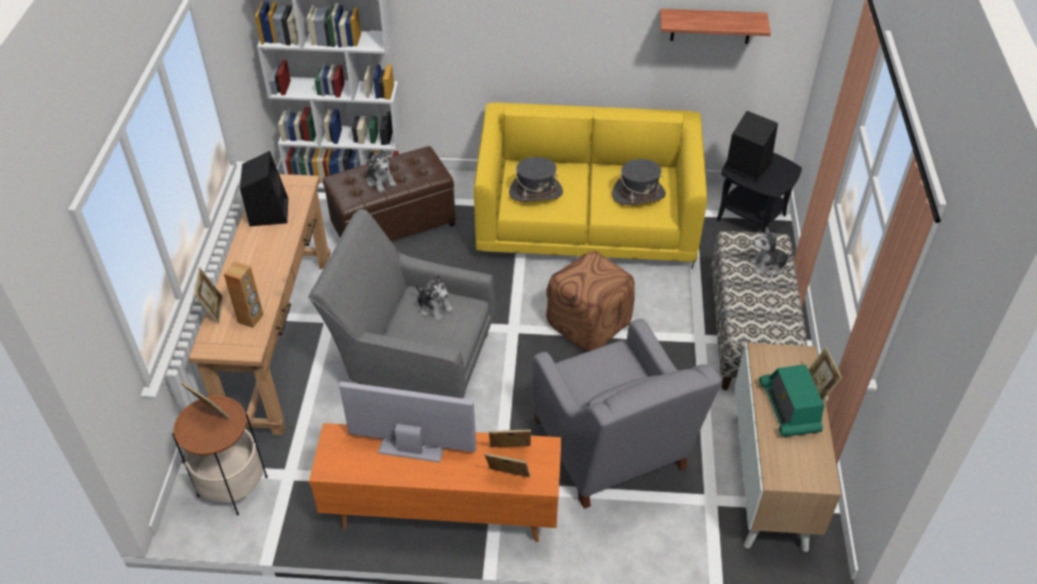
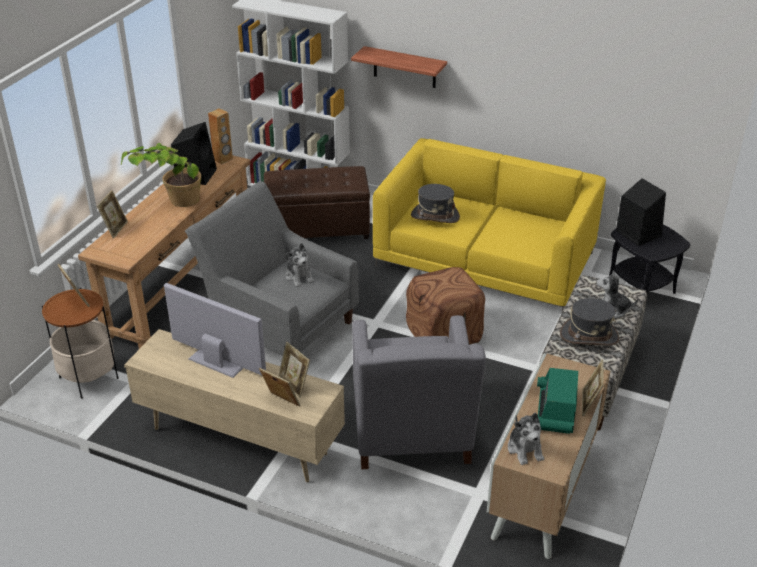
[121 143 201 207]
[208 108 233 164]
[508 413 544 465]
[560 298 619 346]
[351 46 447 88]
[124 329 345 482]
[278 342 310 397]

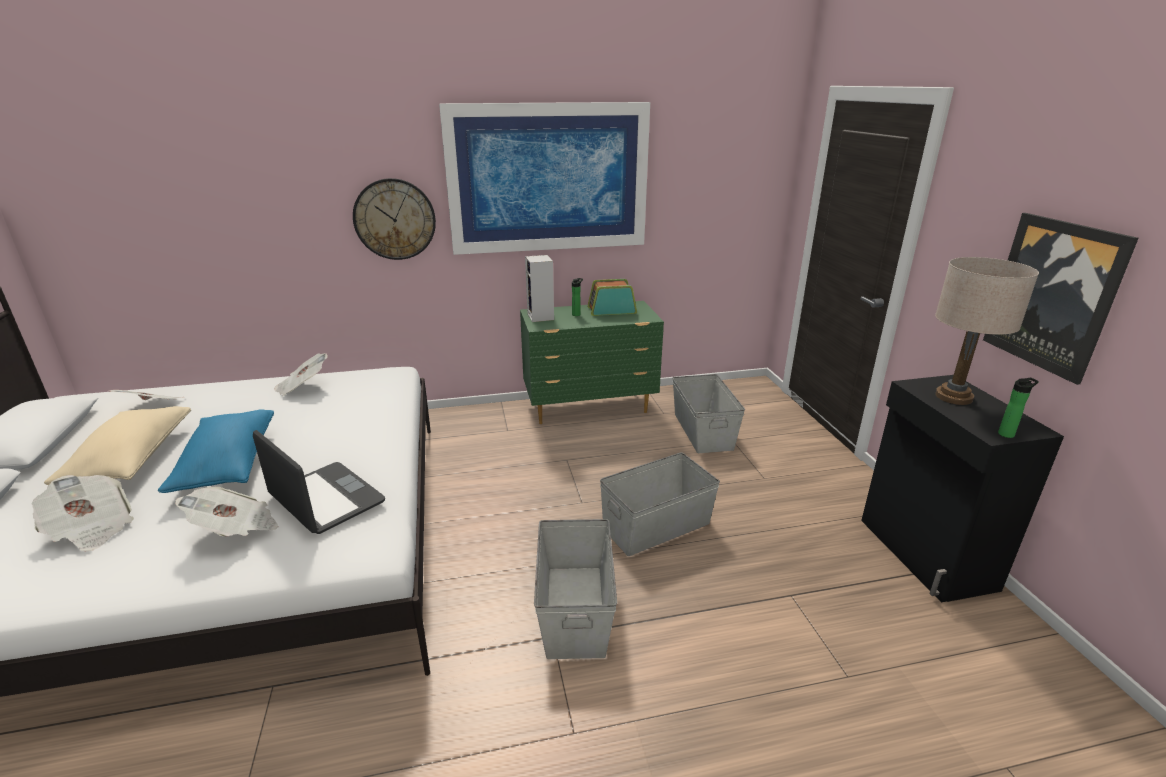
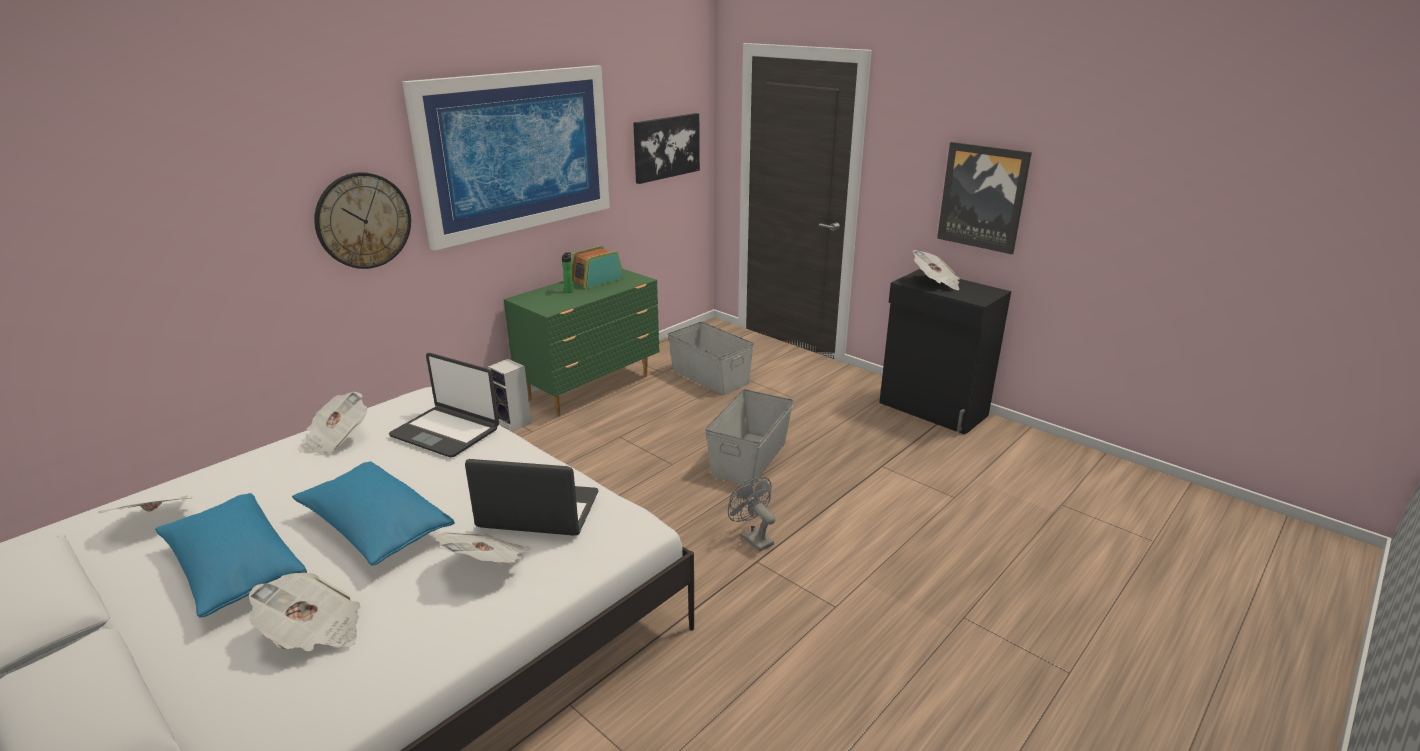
[998 377 1039 438] (first image)
[389 353 499 457]
[633 113 700 184]
[488 359 531 432]
[728 477 775 552]
[913 250 960 290]
[155 493 307 617]

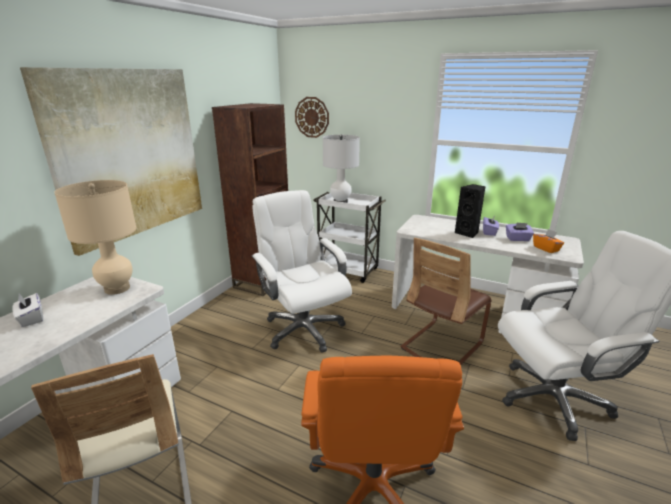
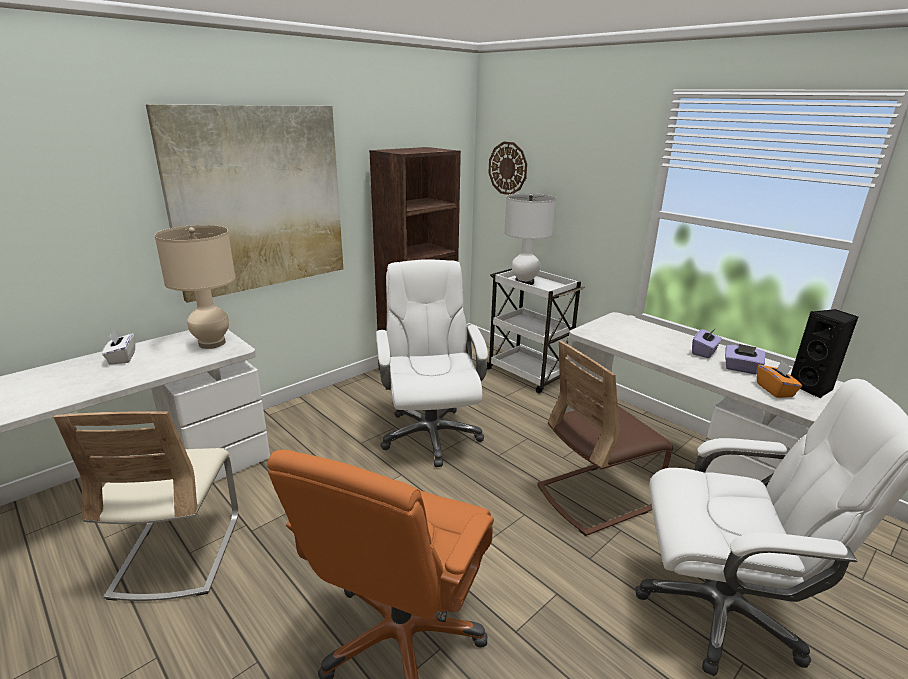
[791 309 858 398]

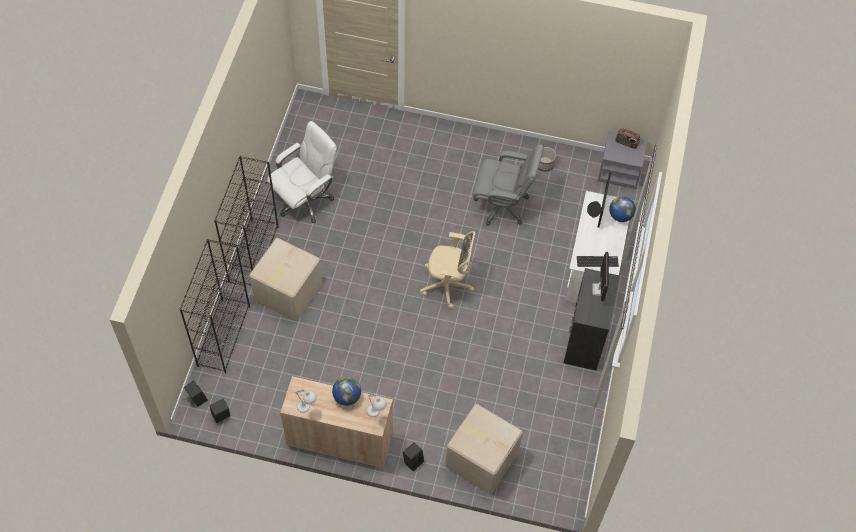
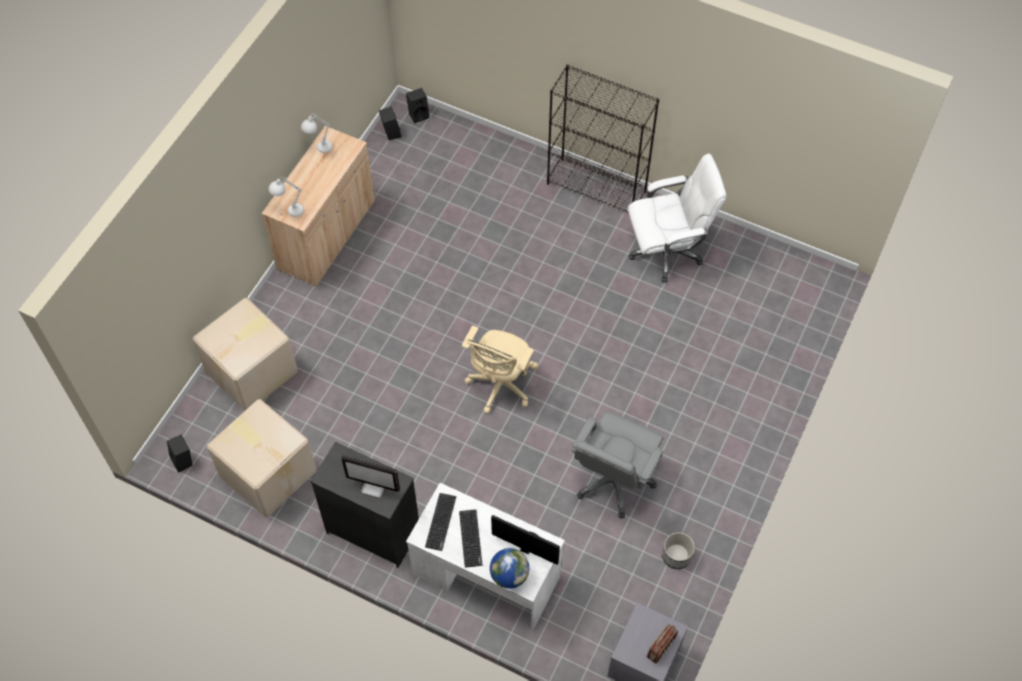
[179 239 250 374] (first image)
[332 377 361 406] (first image)
[459 509 482 568]
[207 399 316 517]
[167 435 193 473]
[628 154 726 283]

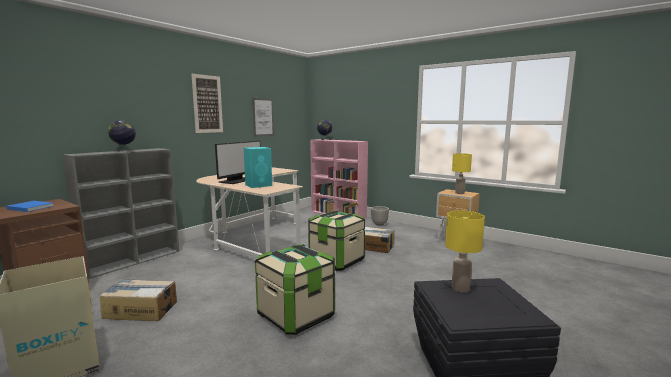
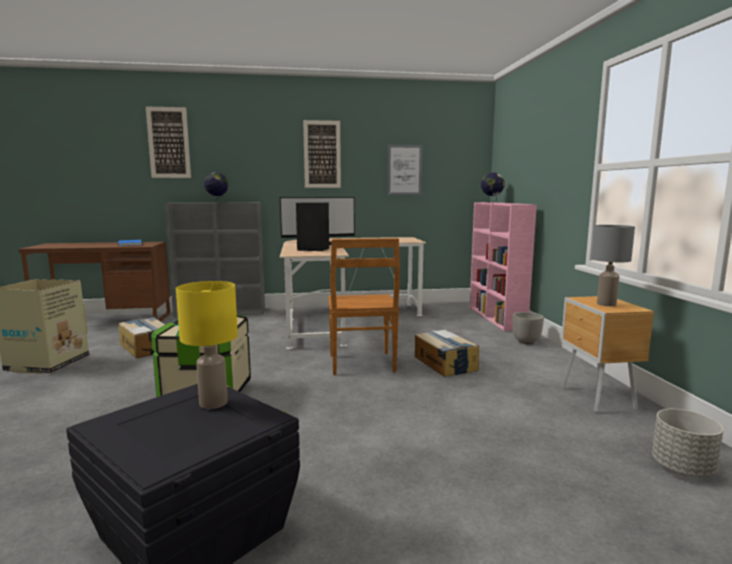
[146 106 191 178]
[652 409 724 477]
[328 238 400 375]
[296 202 329 251]
[591 225 635 306]

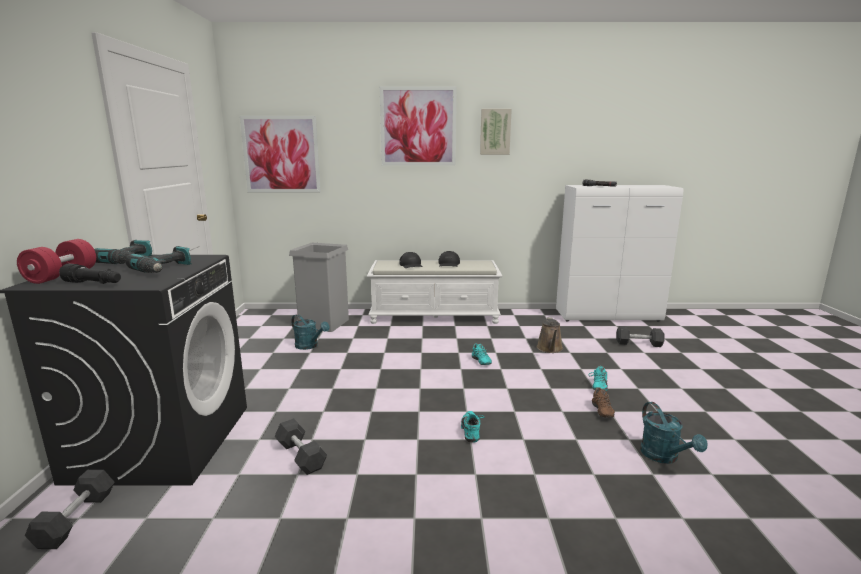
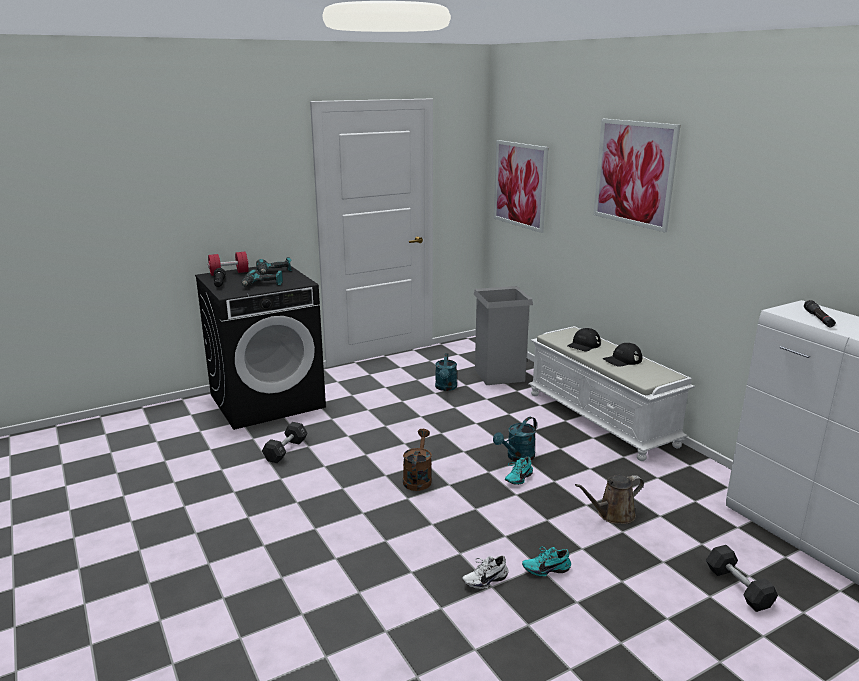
[25 470 115 549] (first image)
[461 411 484 443] (first image)
[480 109 512 155] (first image)
[403 429 432 491]
[493 417 537 462]
[462 555 508 589]

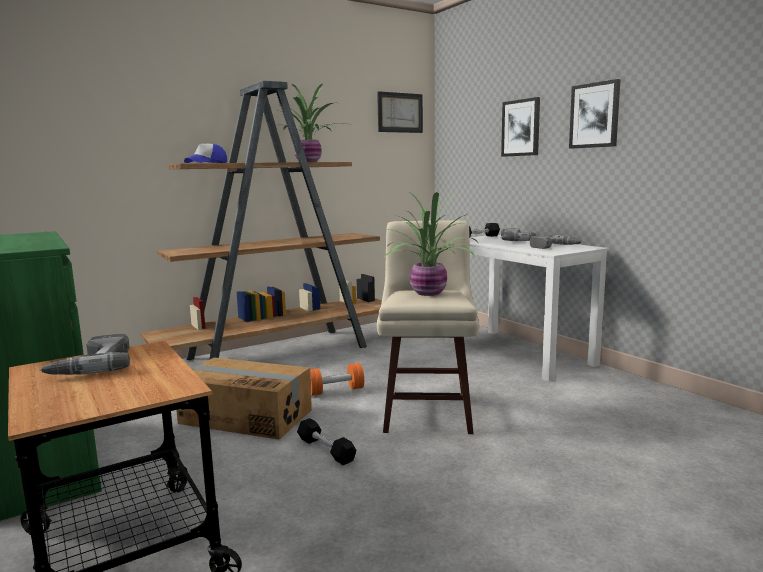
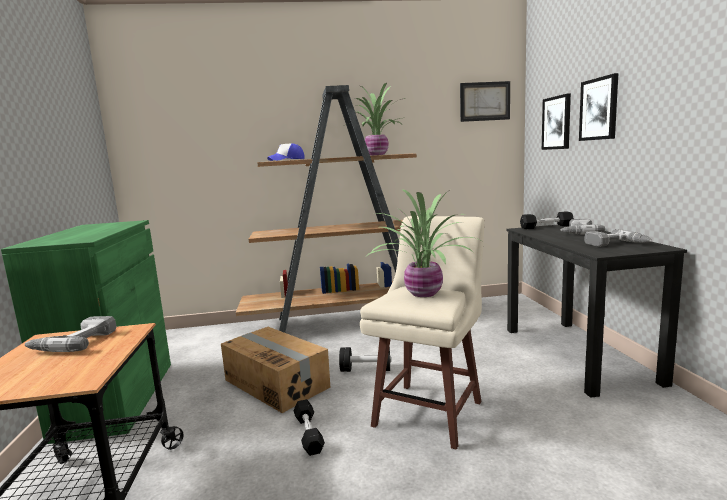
[542 93 571 150]
[339 347 391 372]
[507 225 687 398]

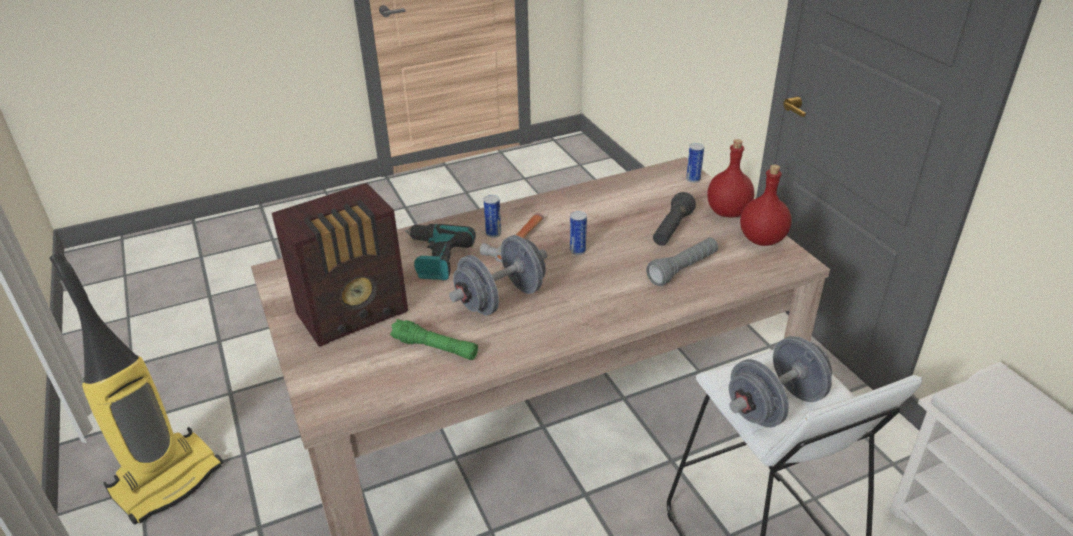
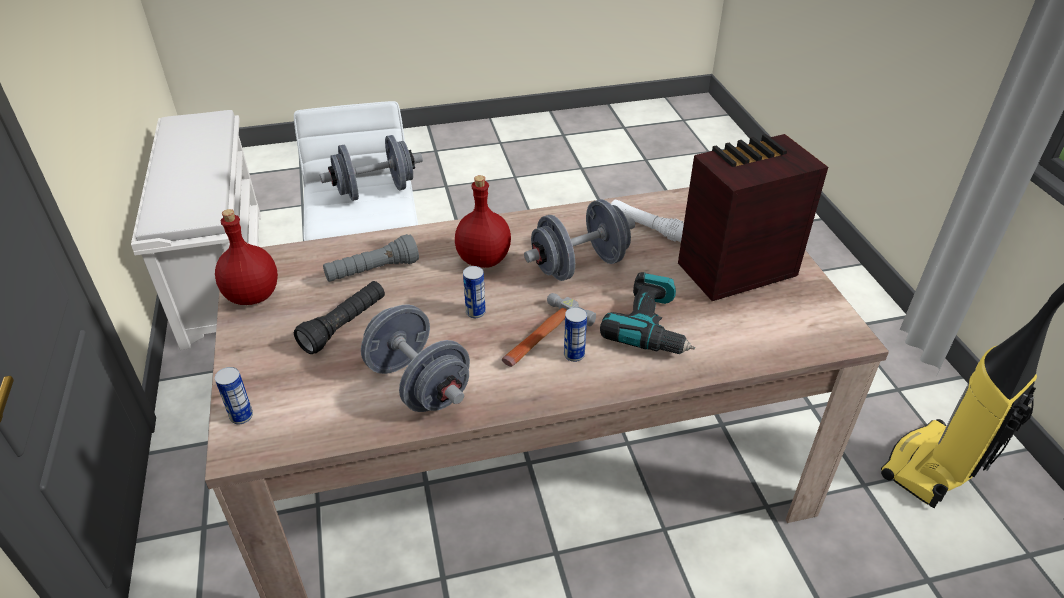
[361 304 470 412]
[455 175 511 268]
[611 199 684 242]

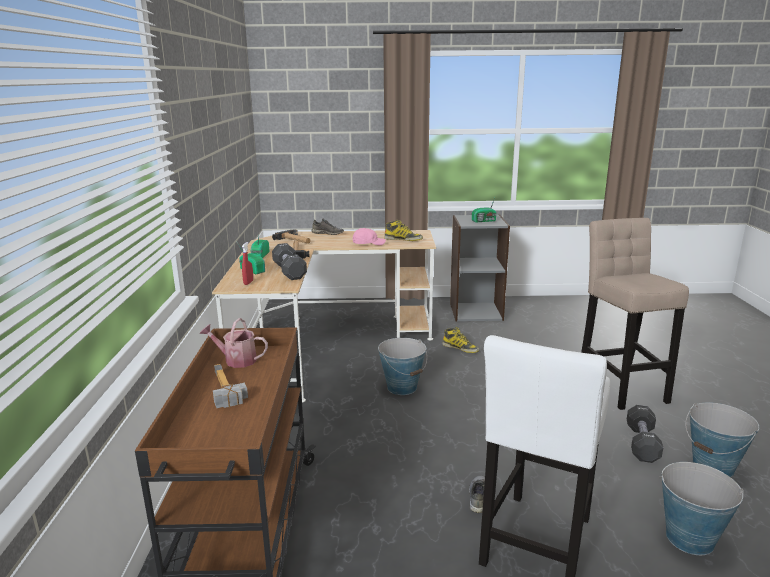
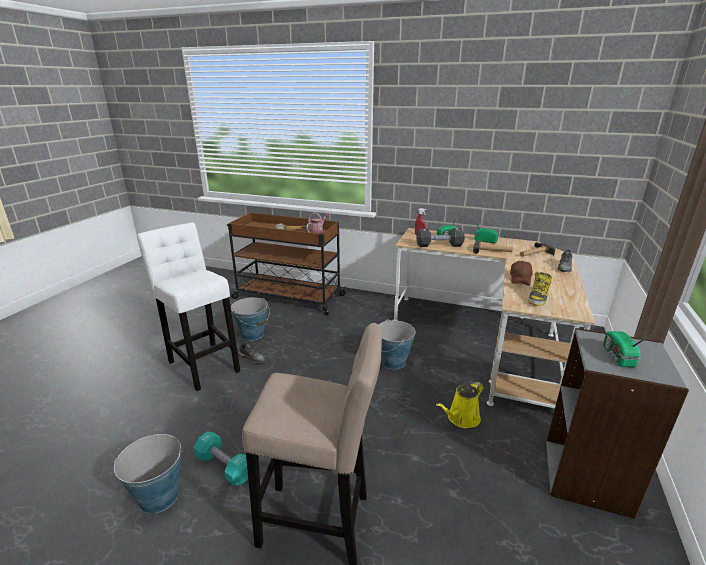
[231 297 270 341]
[436 382 484 428]
[510 261 533 285]
[193 432 248 485]

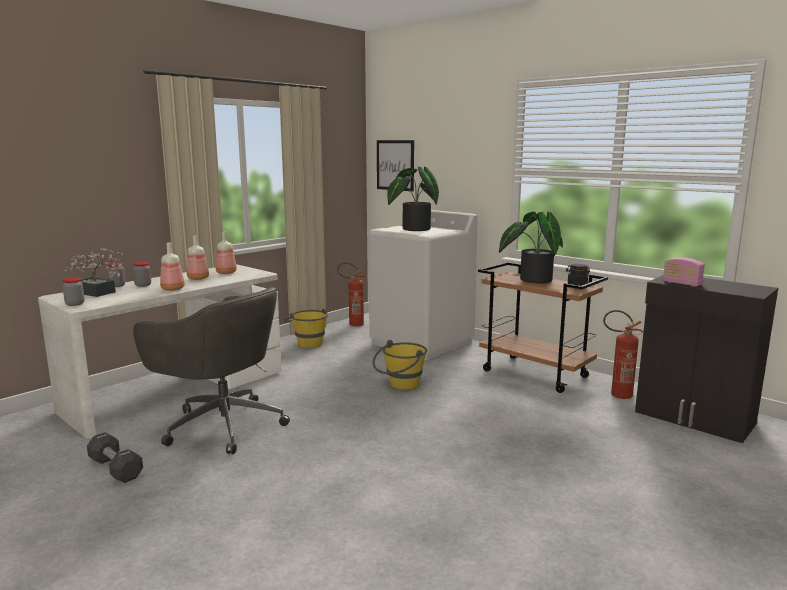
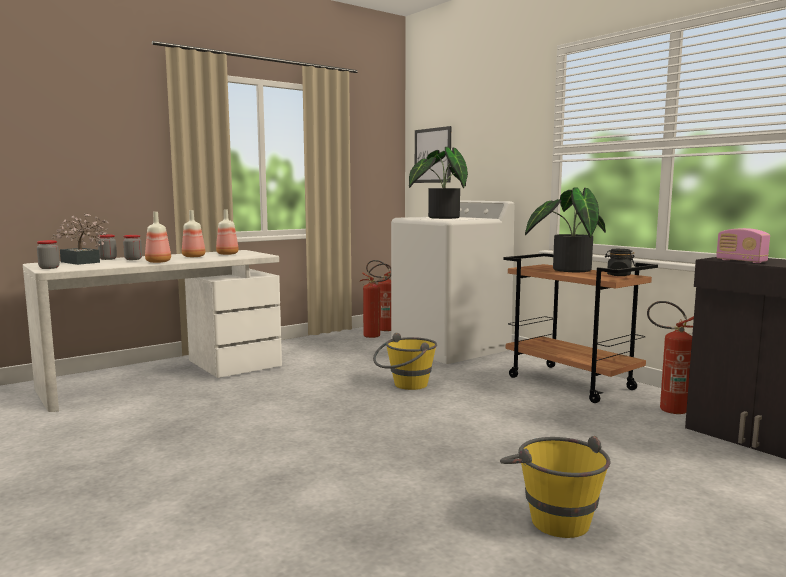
[87 432 143 483] (first image)
[133 287 290 454] (first image)
[360 263 391 338]
[500 436 611 538]

